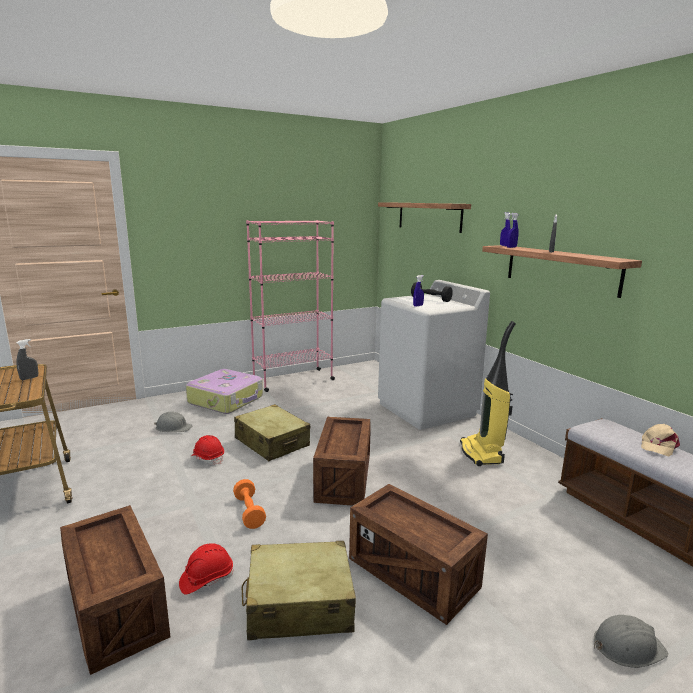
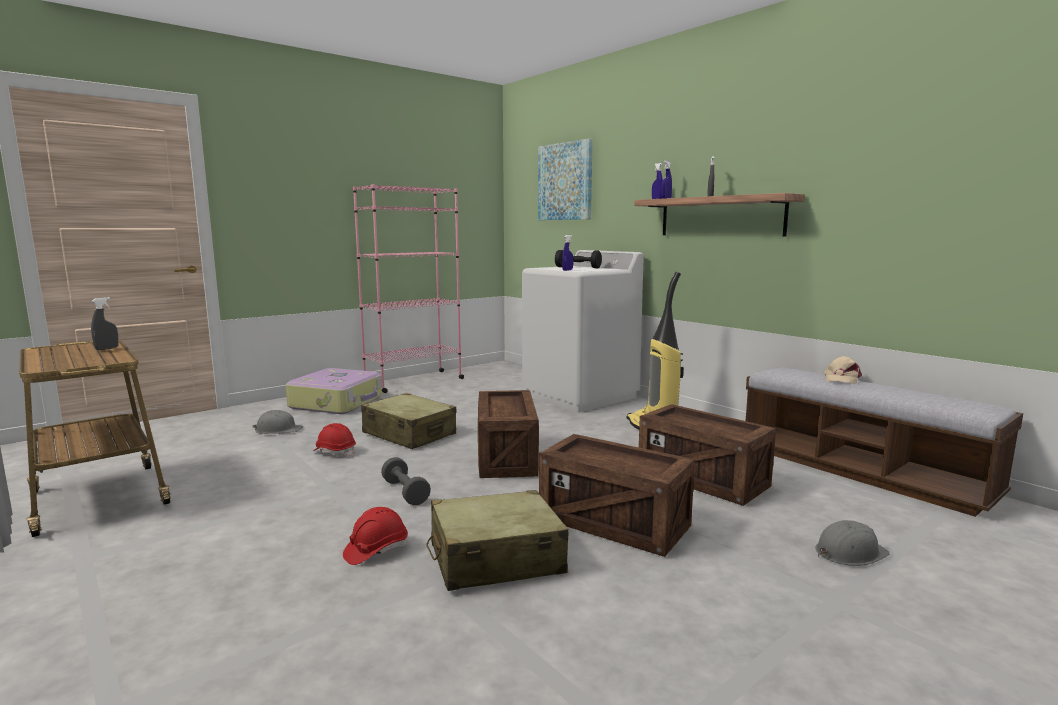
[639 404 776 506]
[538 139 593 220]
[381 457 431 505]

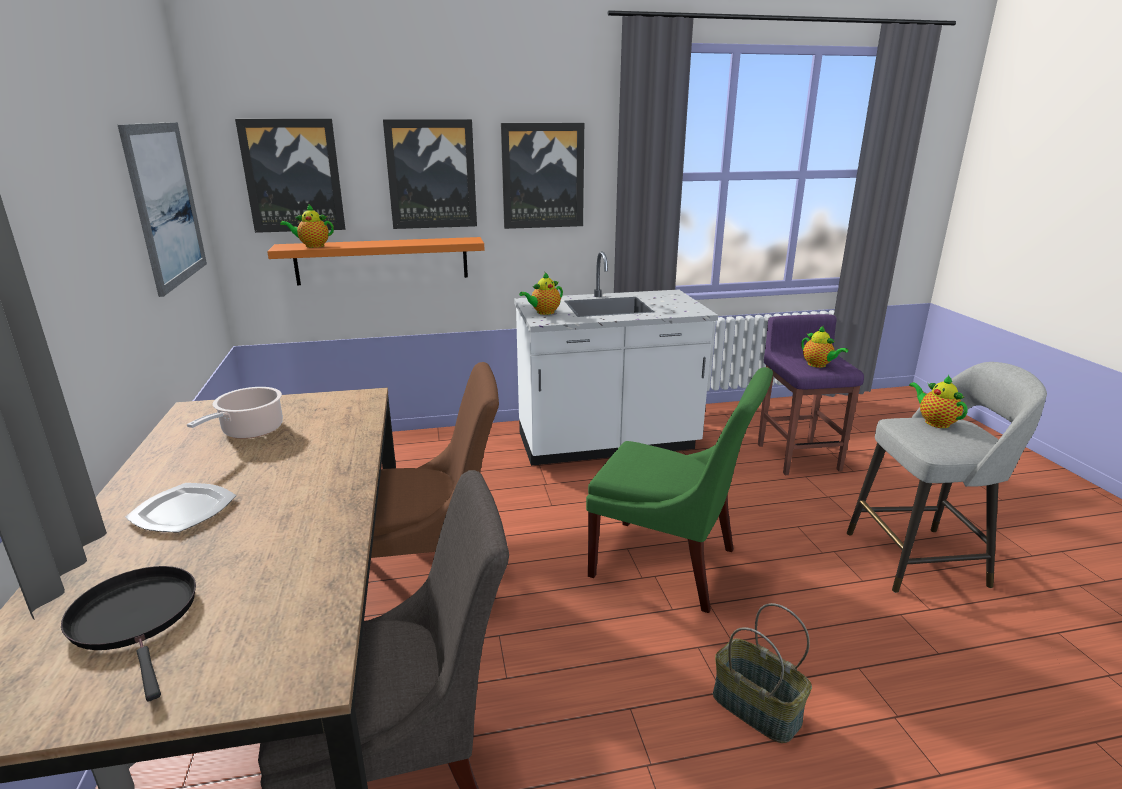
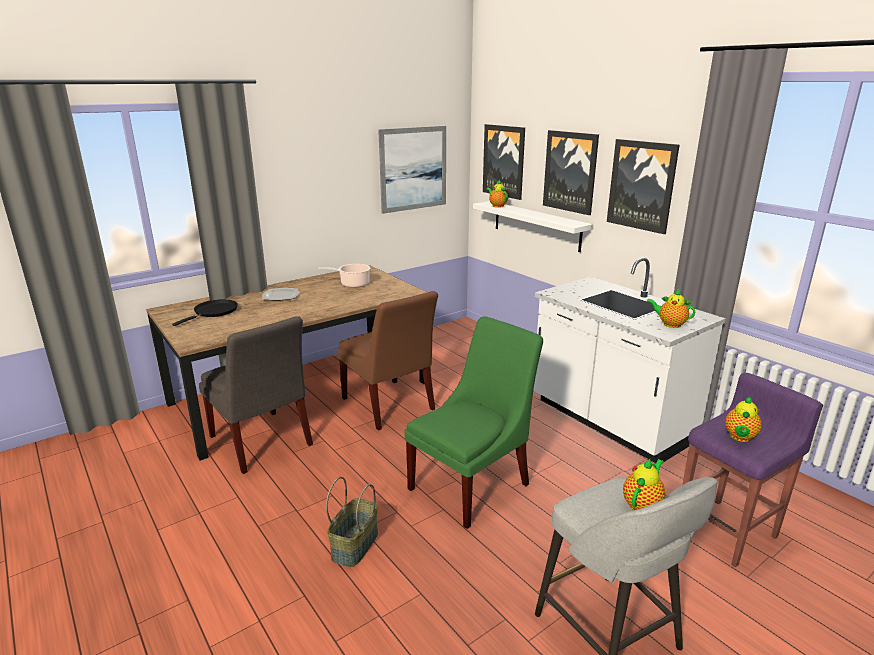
[646 289 695 328]
[473 201 593 252]
[405 316 543 529]

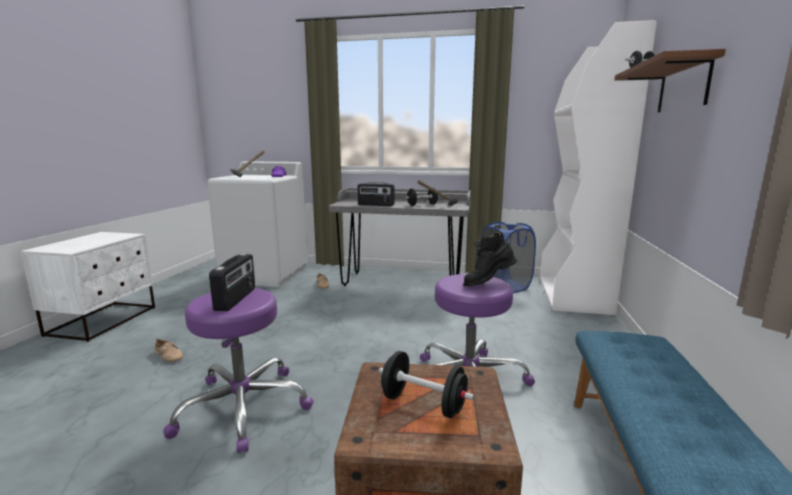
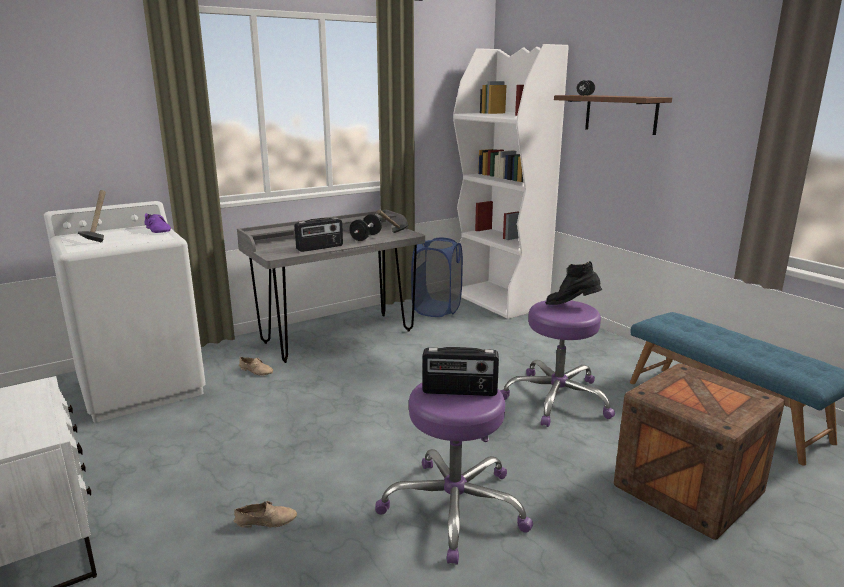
[379 351 474 418] (first image)
[422 347 499 396]
[545 261 602 305]

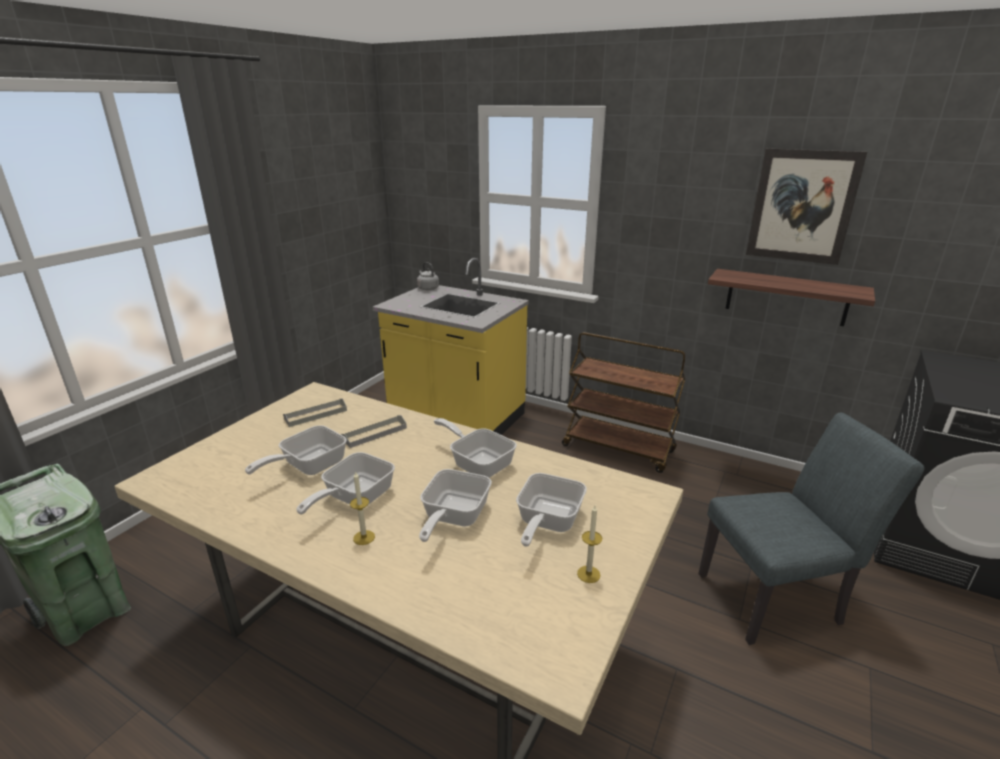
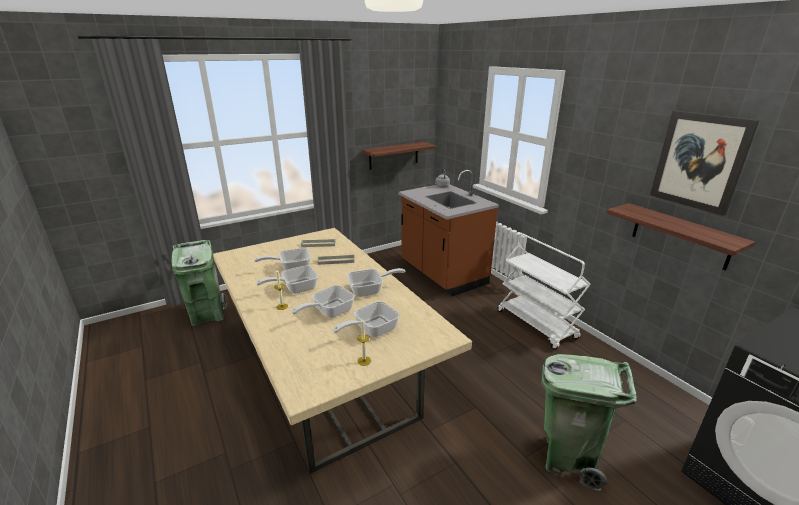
[362 142 436 170]
[541 354 637 491]
[398 170 499 296]
[497 233 591 350]
[347 268 405 297]

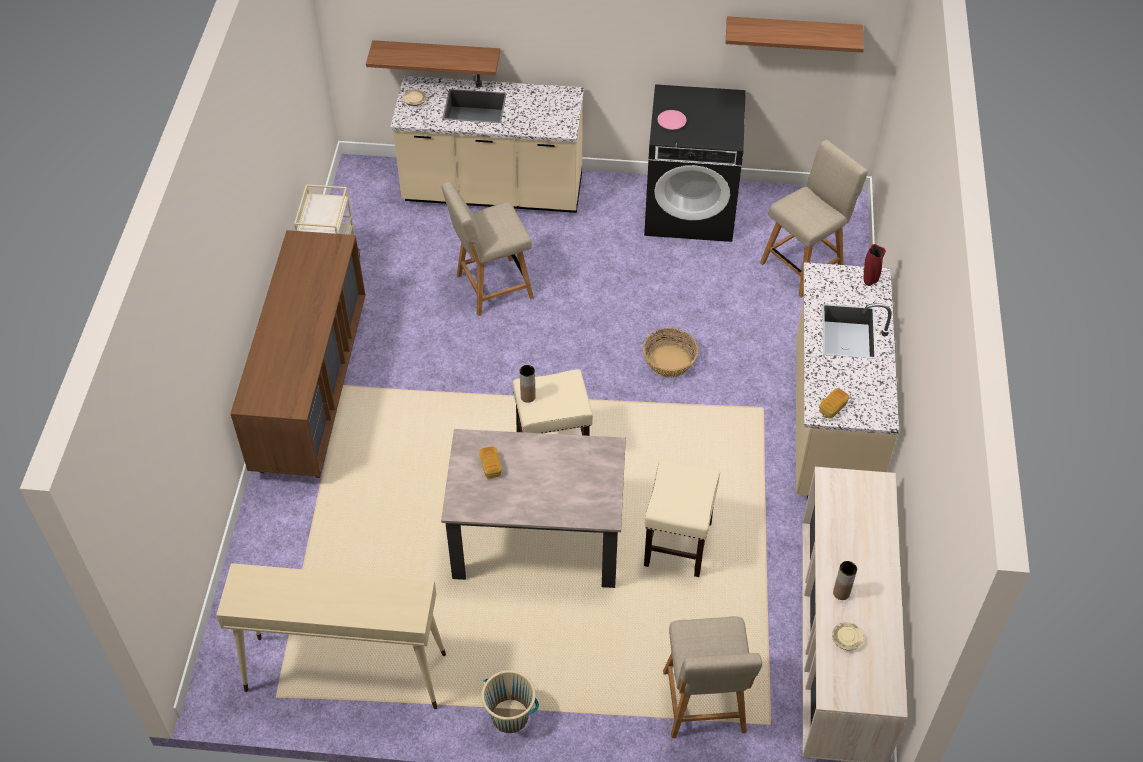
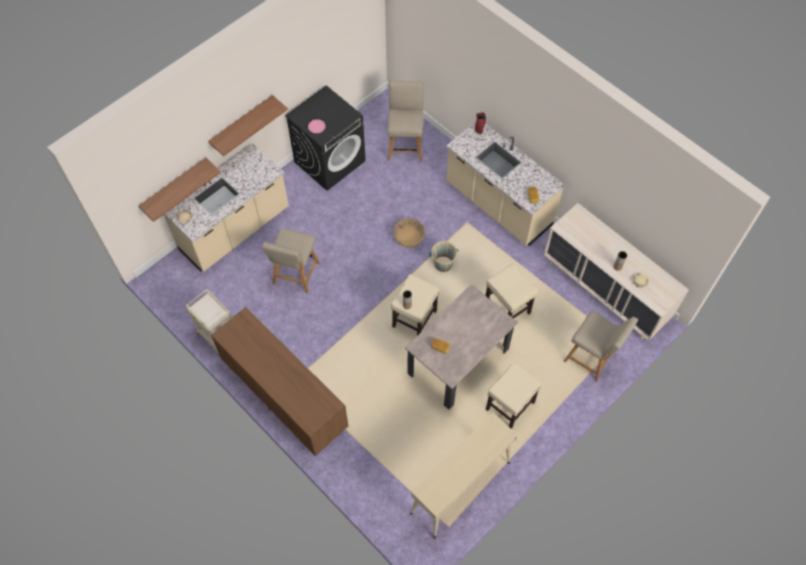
[486 362 542 429]
[429 241 459 272]
[208 95 288 156]

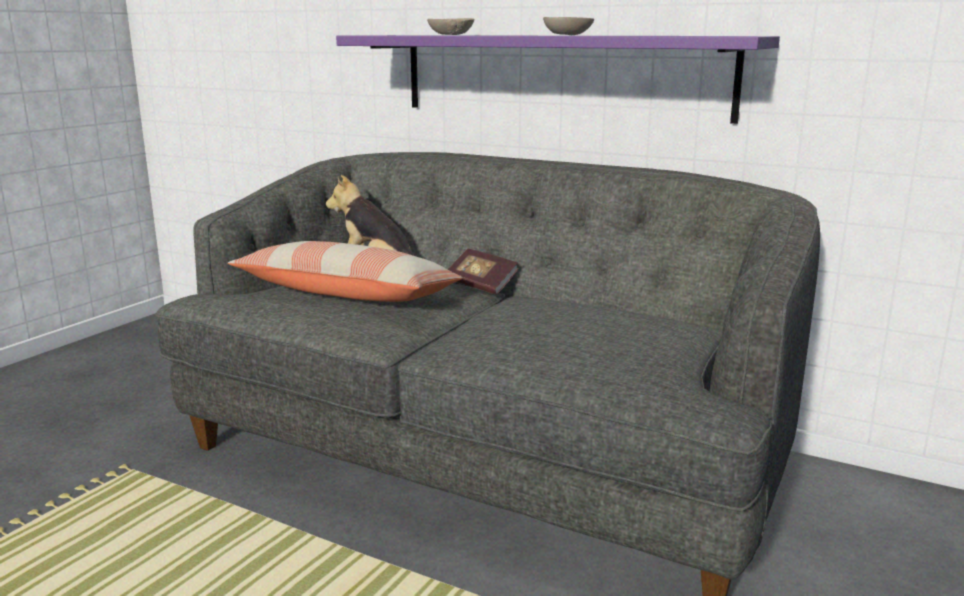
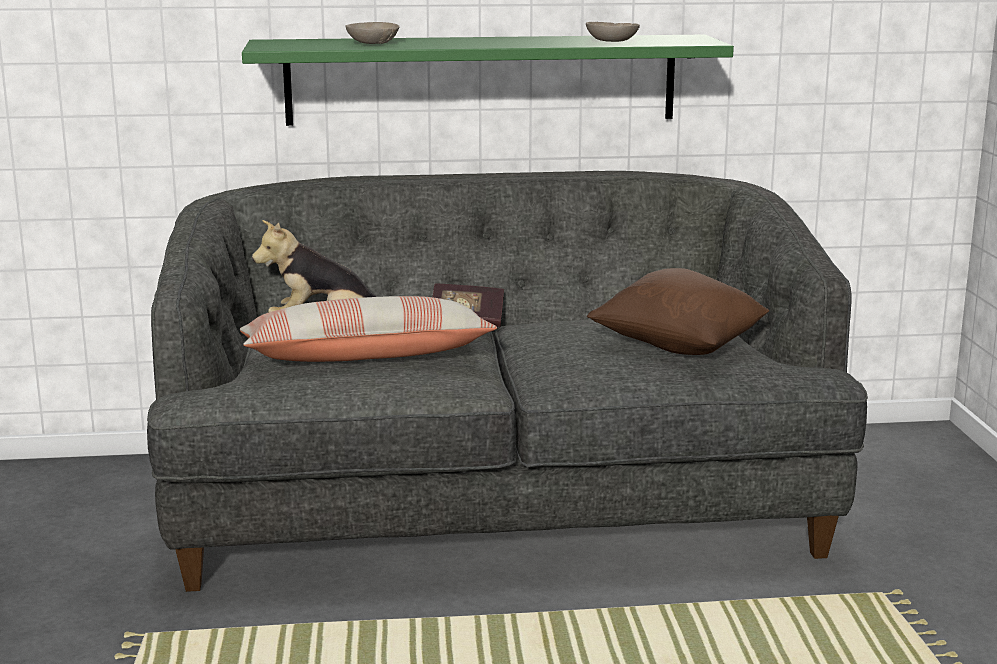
[587 268 769 355]
[586 22 640 42]
[242 35 734 126]

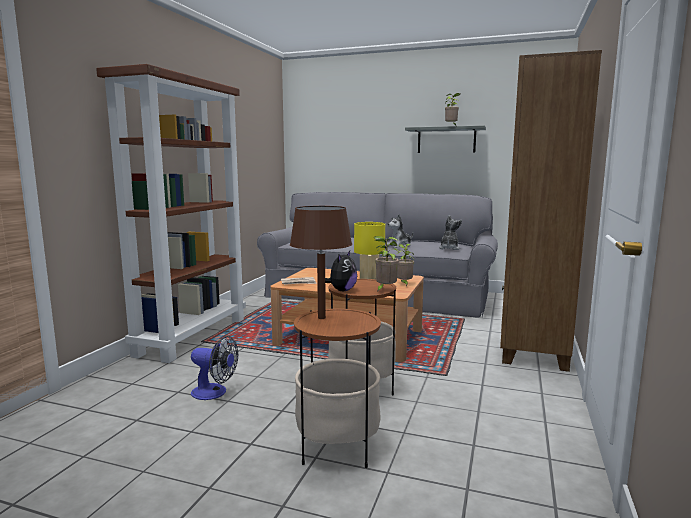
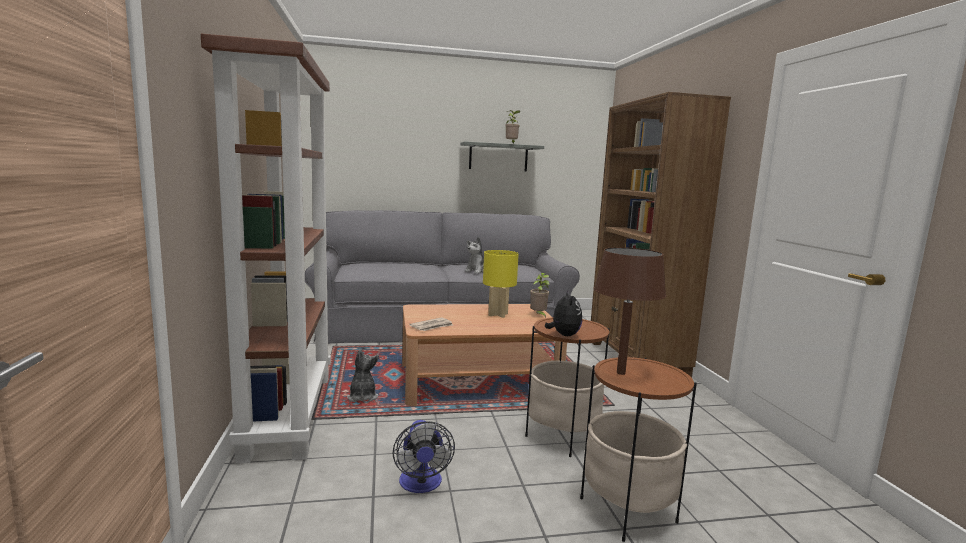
[374 236 399 292] (first image)
[347 349 379 402]
[393 420 455 493]

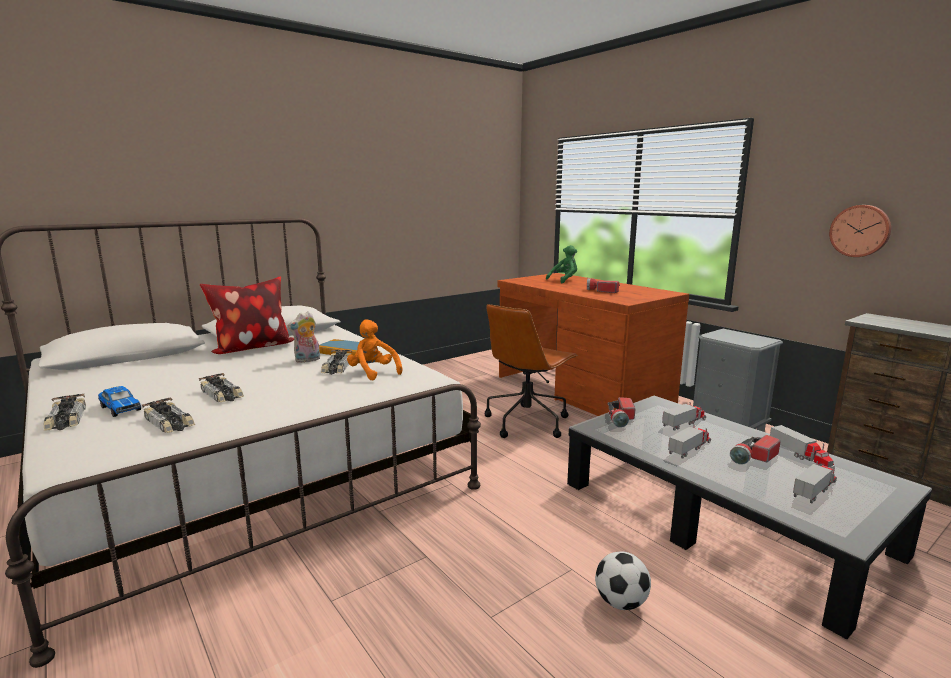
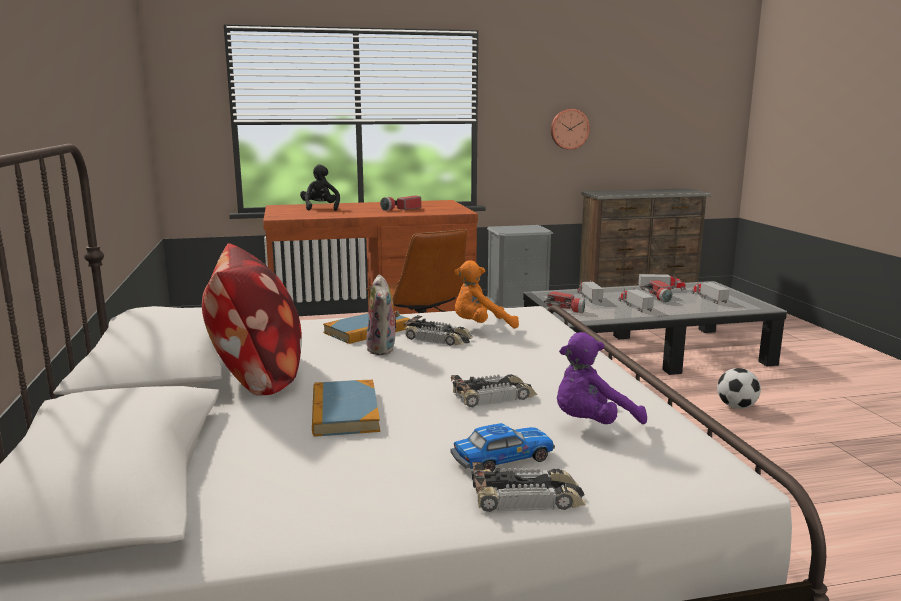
[312 380 380 437]
[557 332 647 424]
[300 164 340 211]

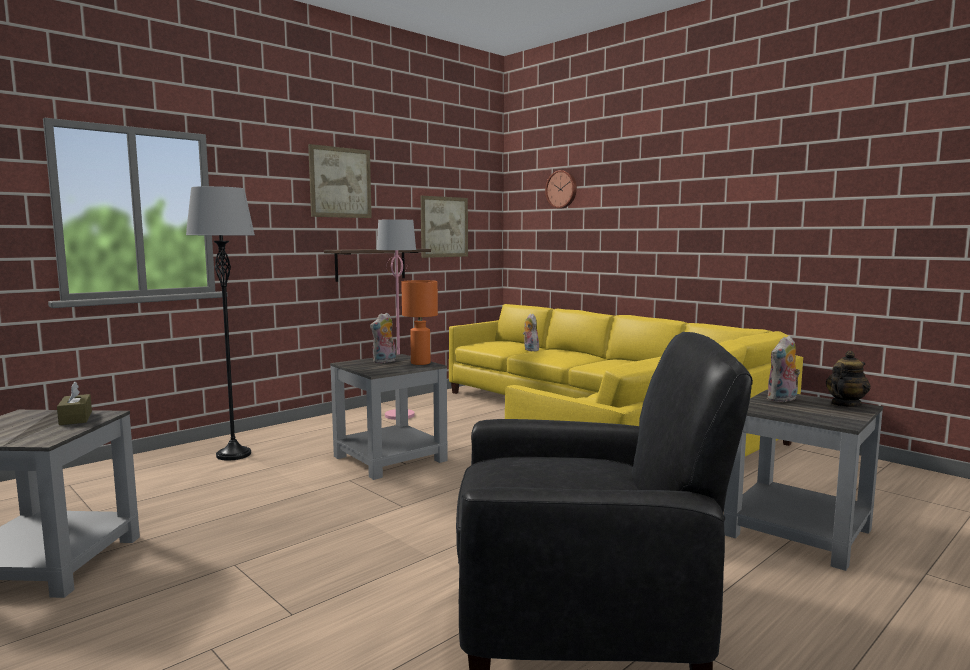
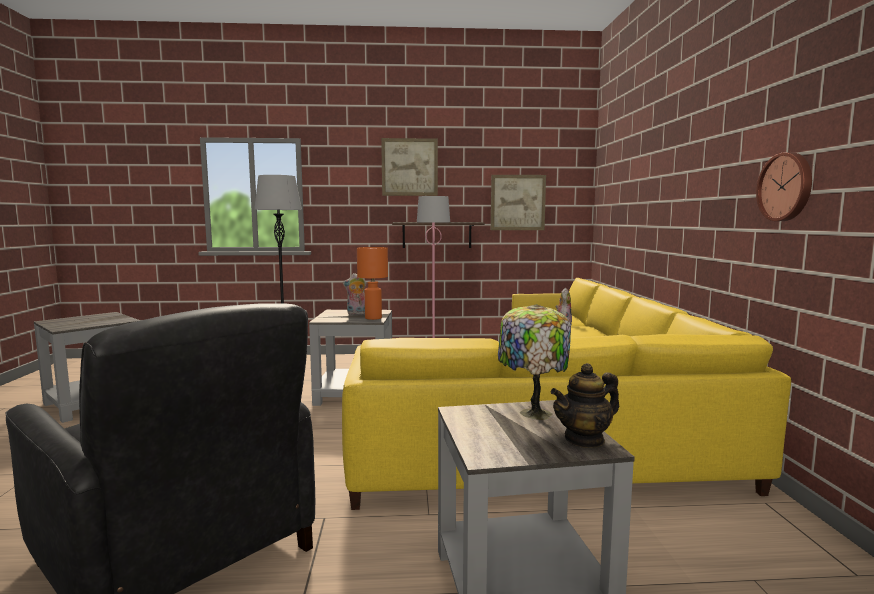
[57 381 92 425] (first image)
[756 152 812 221]
[498 304 571 420]
[551 363 619 448]

